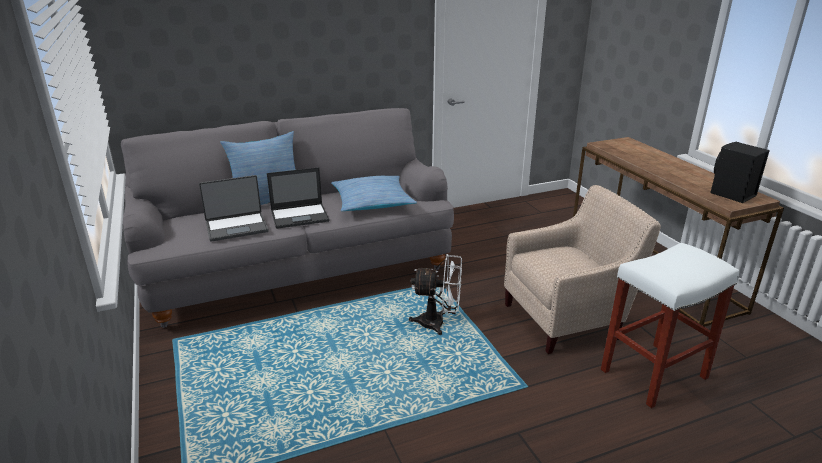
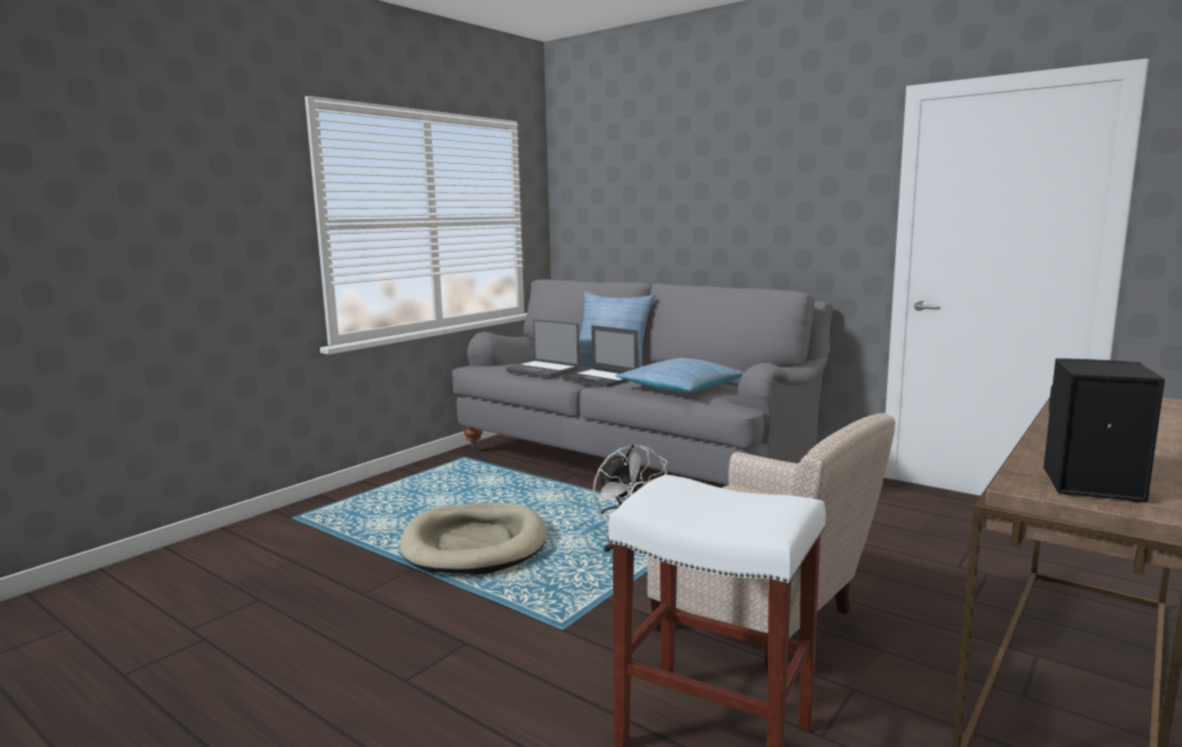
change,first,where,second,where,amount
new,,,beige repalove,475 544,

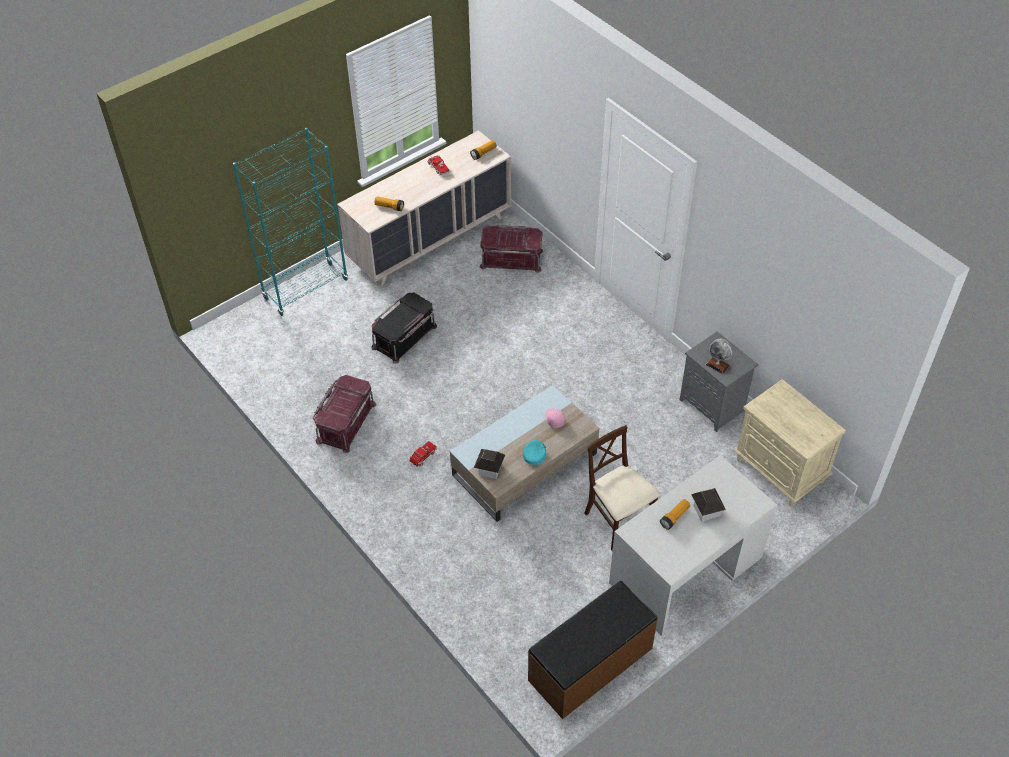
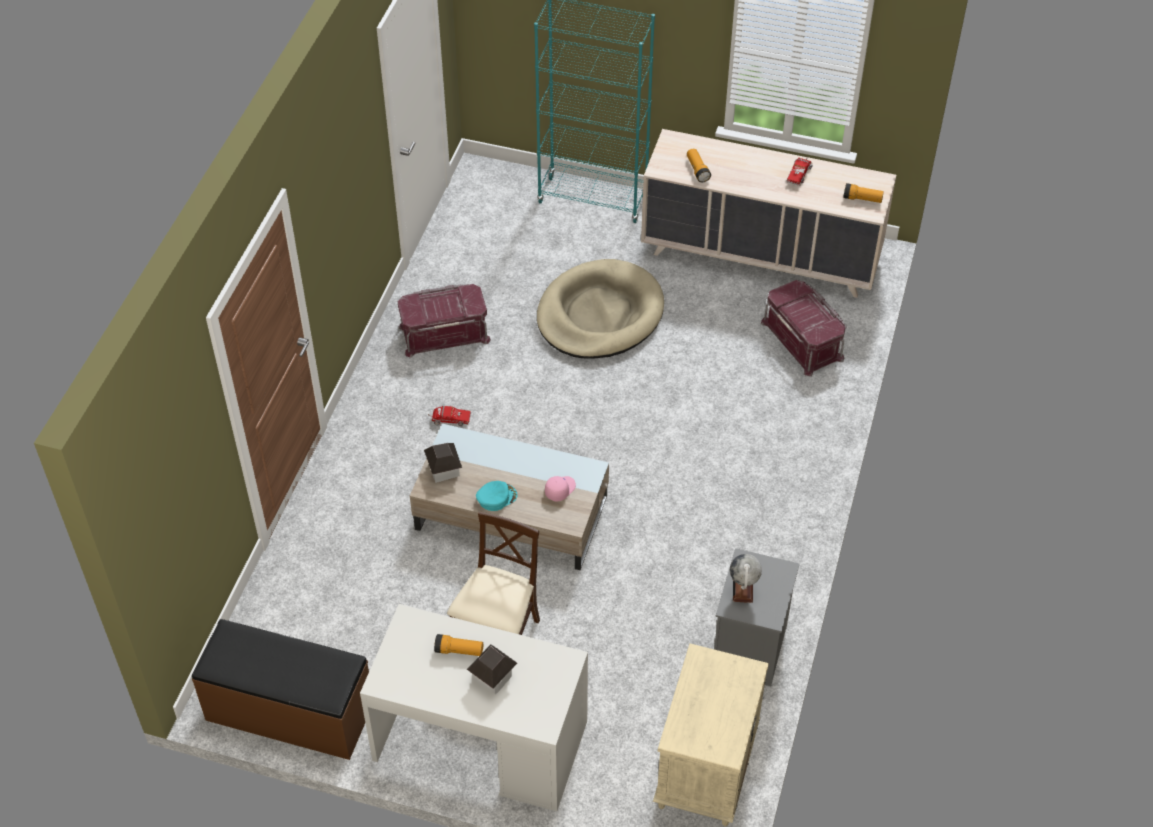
change,first,where,second,where,amount
swapped,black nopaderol,405 337,beige repalove,599 314,

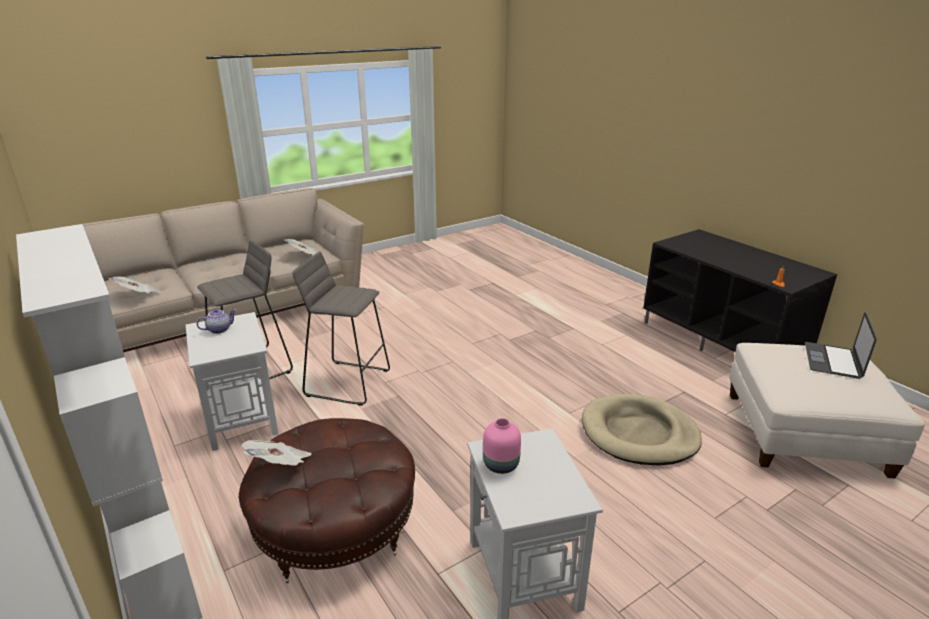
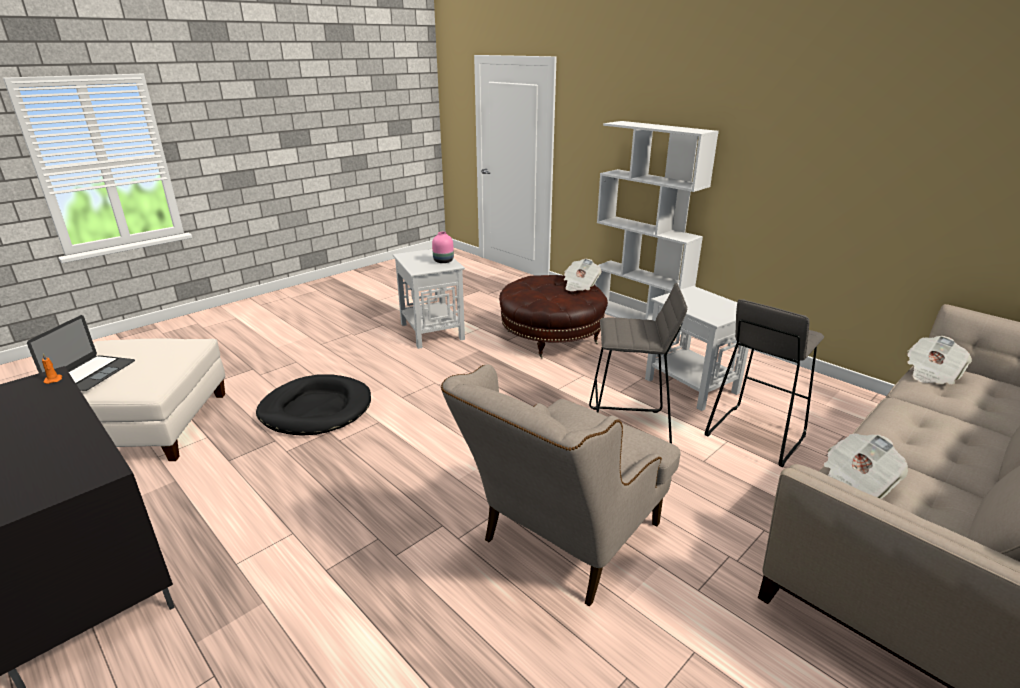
change,first,where,second,where,amount
gone,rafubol,219 329,,,
repainted,beige repalove,639 433,black repalove,316 409,
new,,,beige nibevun,562 542,

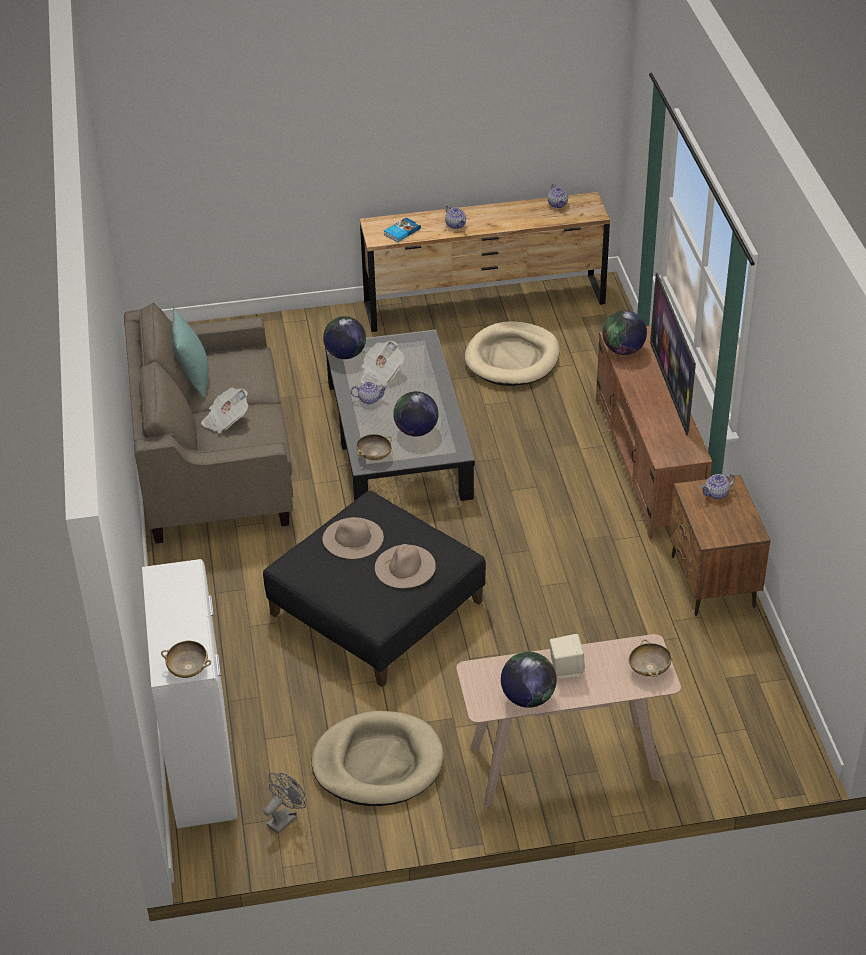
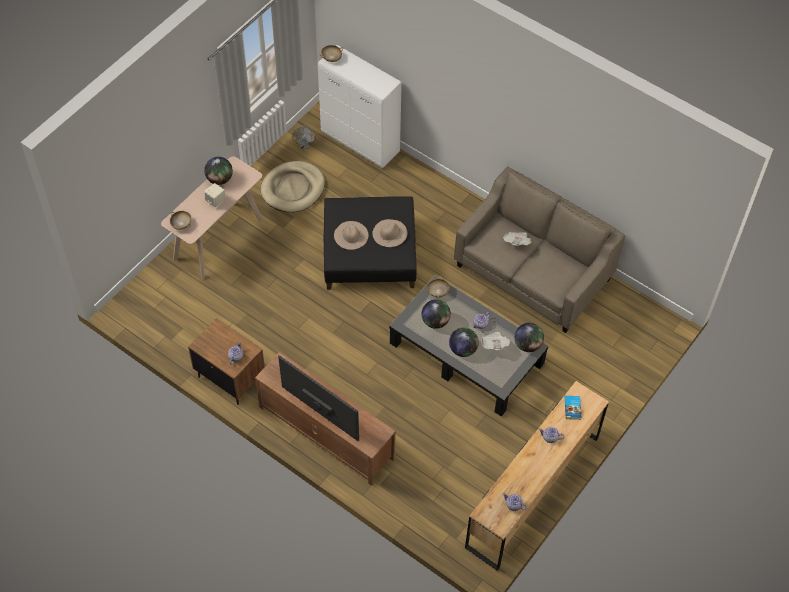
change,first,where,second,where,amount
gone,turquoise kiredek,193 377,,,
gone,beige repalove,512 358,,,
shifted,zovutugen,623 350,,463 349,

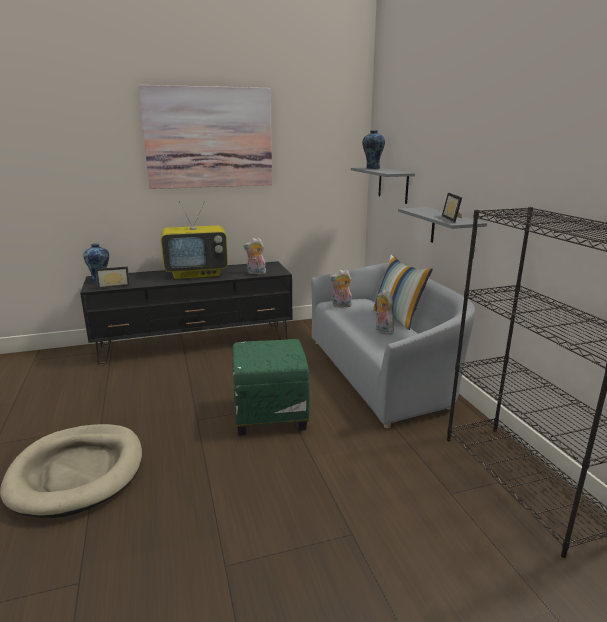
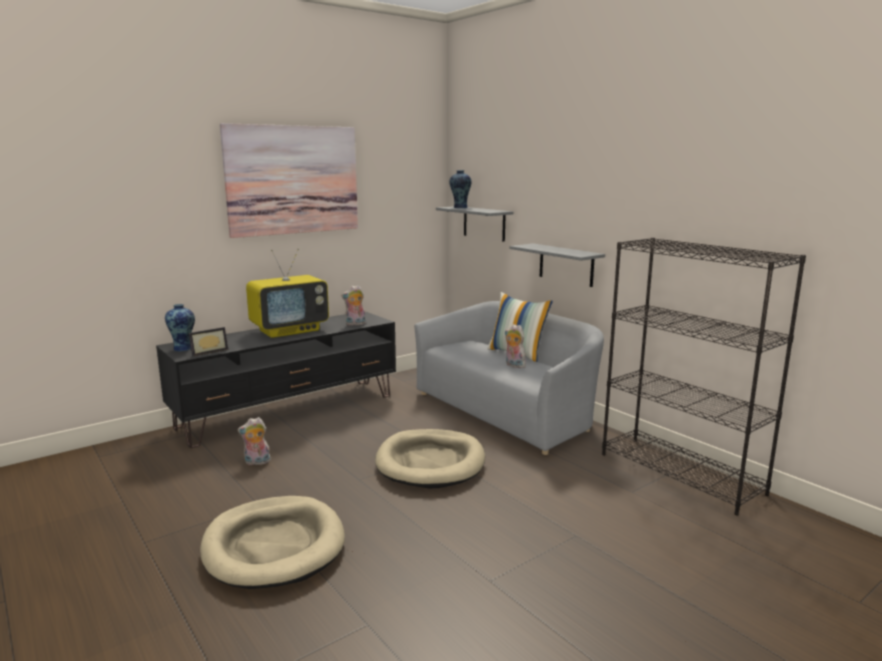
change,first,where,second,where,amount
swapped,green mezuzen,271 415,beige repalove,431 462,
shifted,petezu,341 306,,256 462,
gone,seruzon,454 219,,,

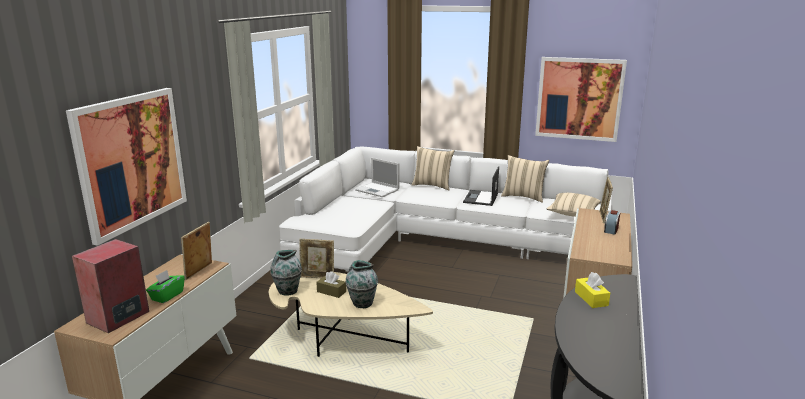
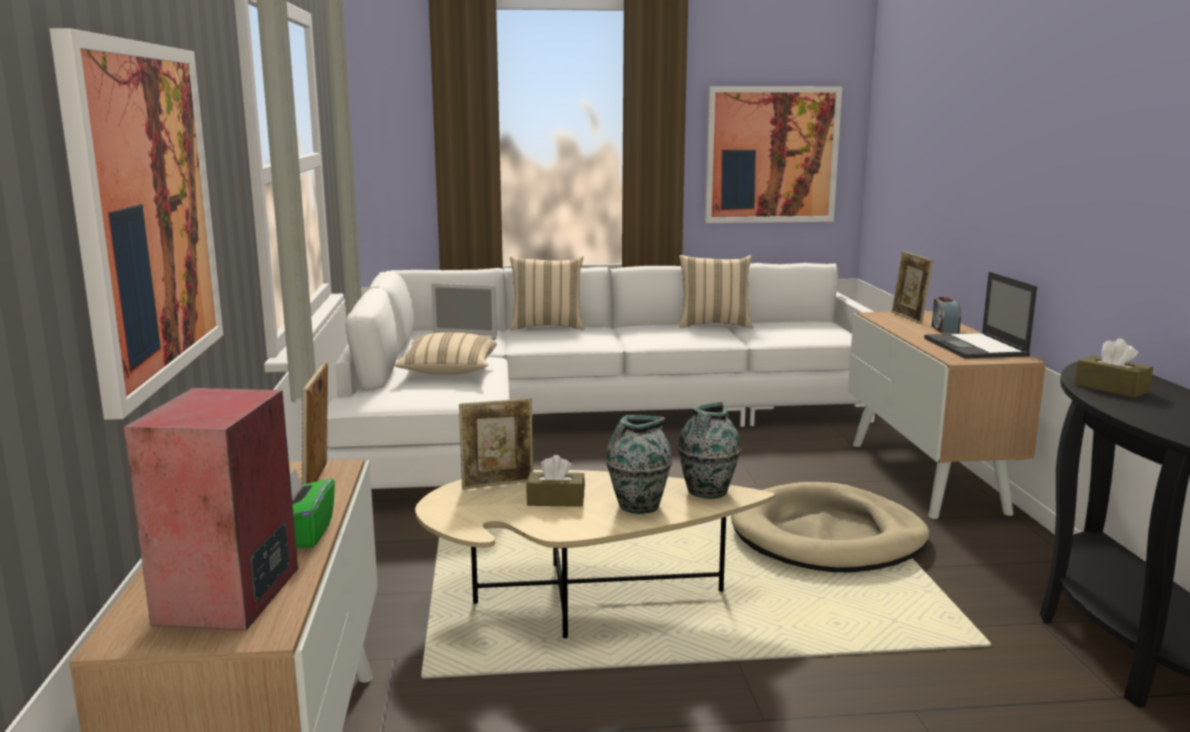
change,first,where,second,where,amount
shifted,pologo,287 291,,707 492,
shifted,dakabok,481 198,,976 347,
shifted,beige kiredek,573 214,,448 372,
repainted,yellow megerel,591 298,brown megerel,1111 388,
new,,,beige repalove,828 536,

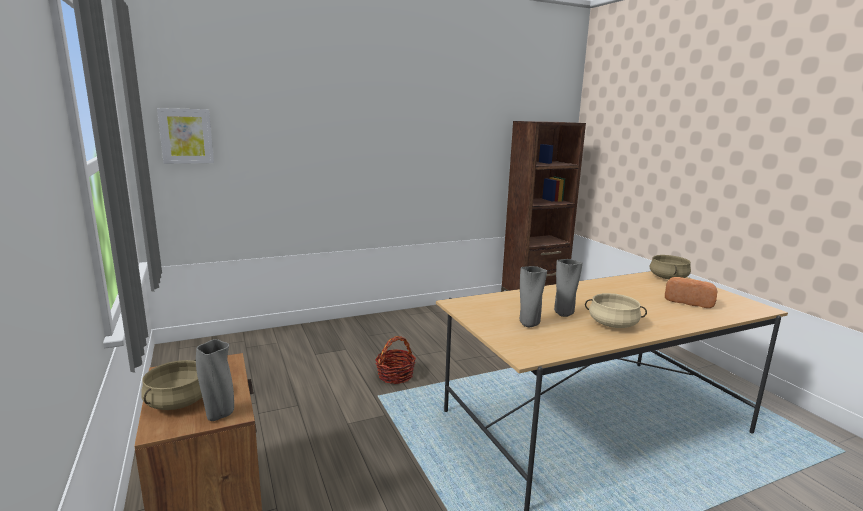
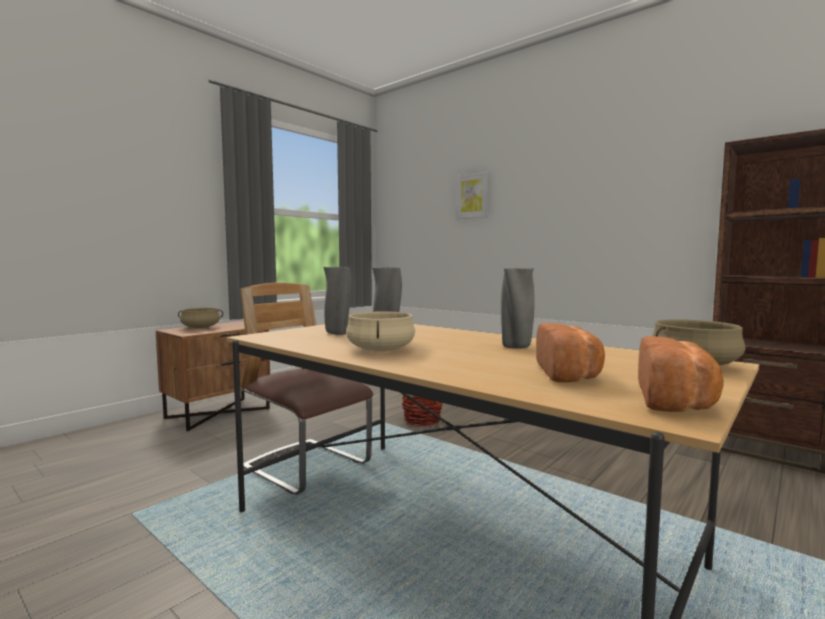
change,first,where,second,where,amount
shifted,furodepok,186 136,,472 196,
shifted,grey pologo,219 415,,516 347,
new,,,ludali,306 467,
new,,,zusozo,677 401,

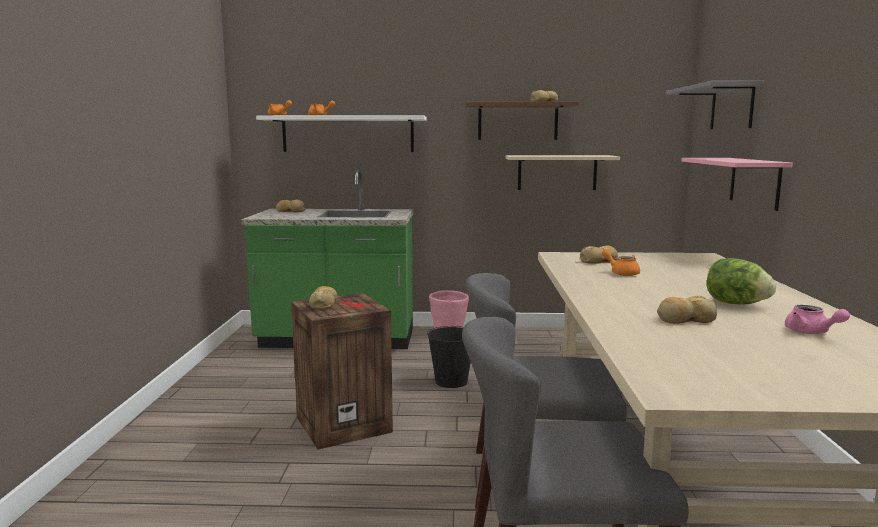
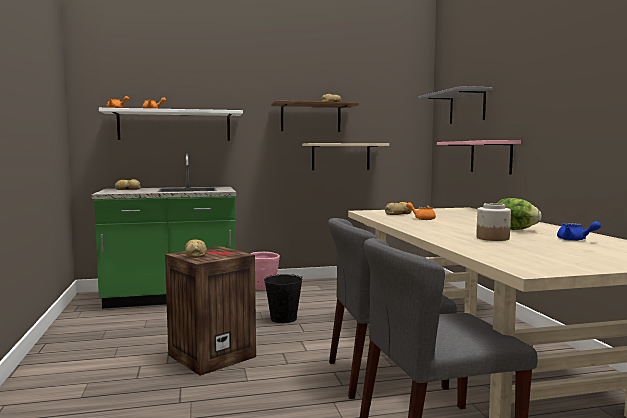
change,first,where,second,where,amount
swapped,zusozo,684 319,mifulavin,493 238,
repainted,pink rafubol,811 332,blue rafubol,575 240,

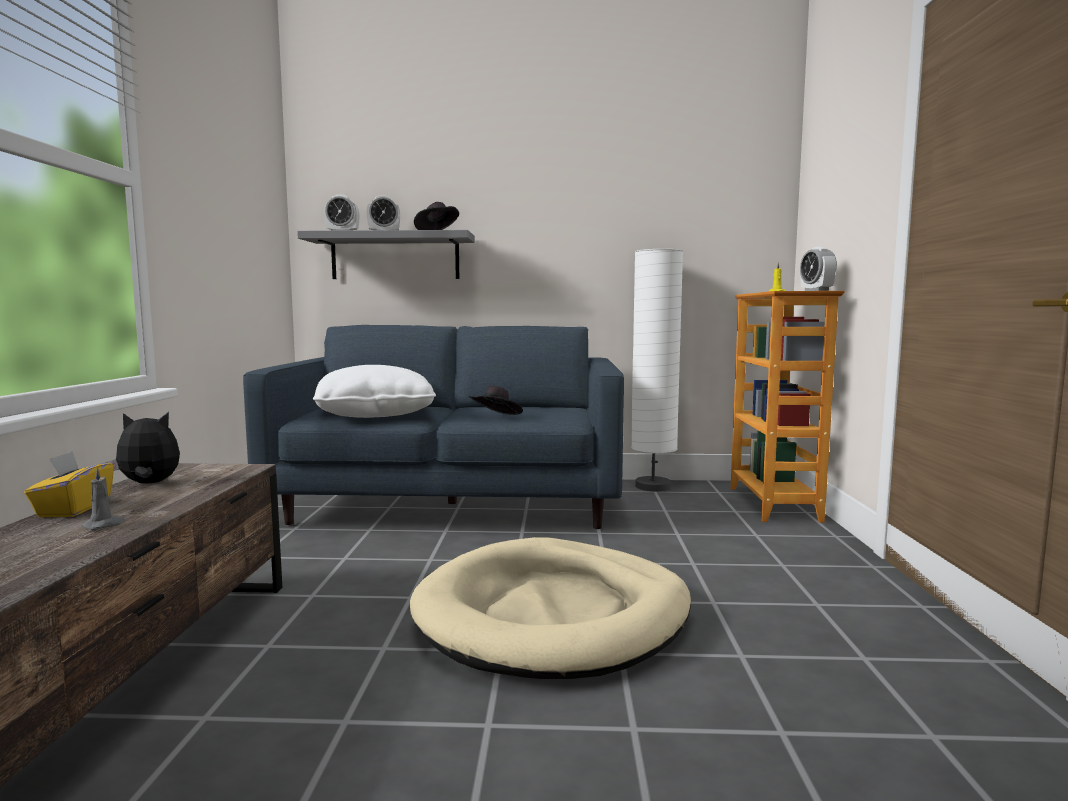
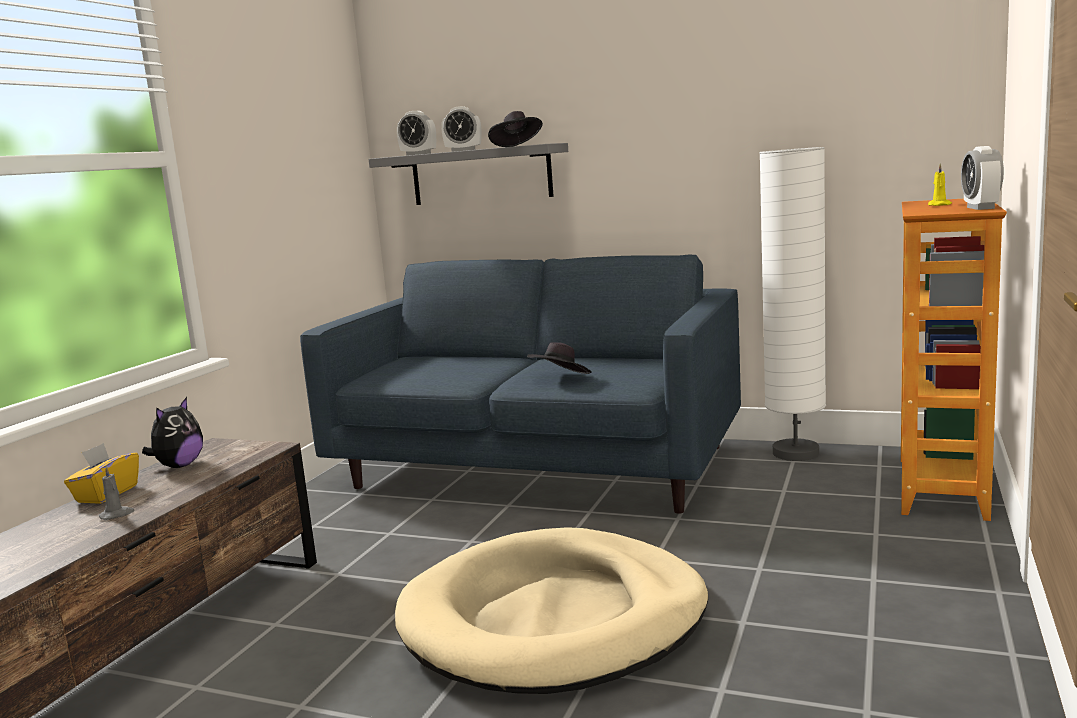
change,first,where,second,where,amount
rotated,petezu,149 484,,179 466,105 degrees clockwise
gone,white kiredek,374 415,,,

